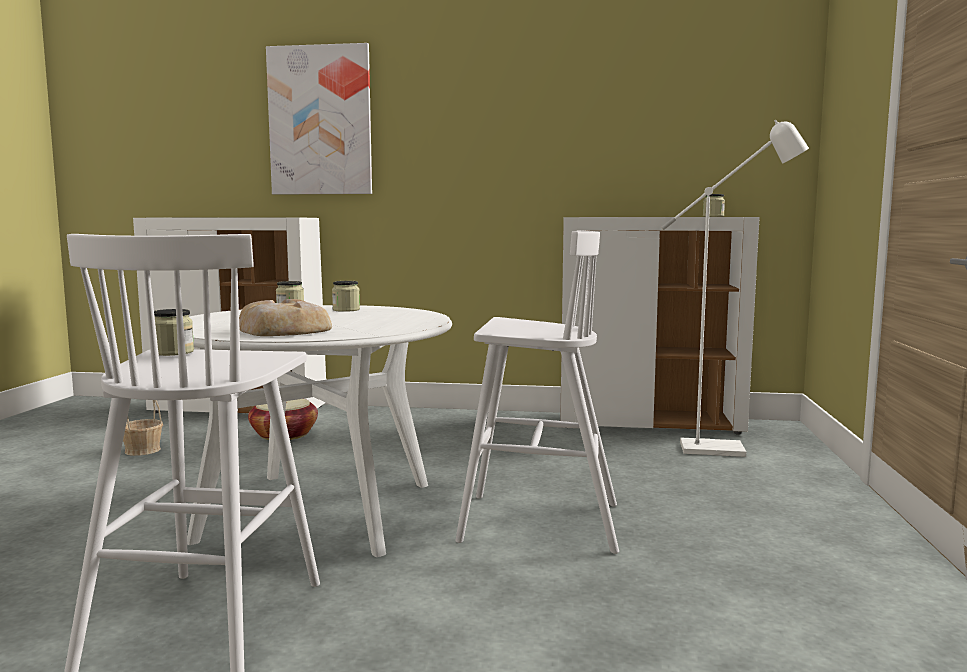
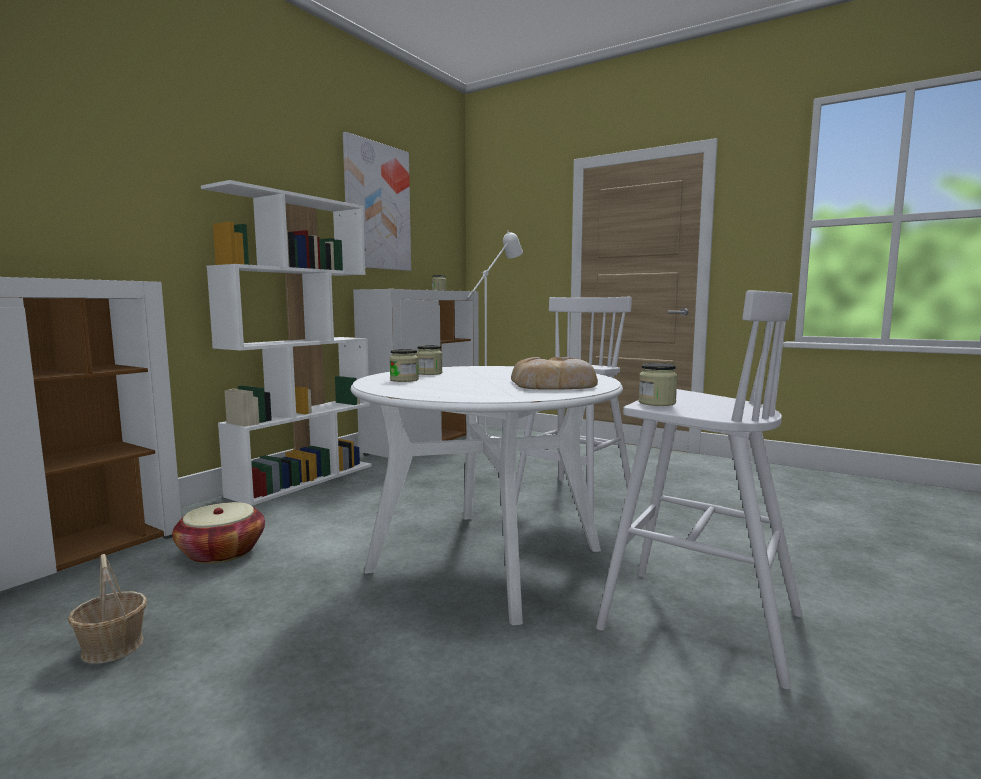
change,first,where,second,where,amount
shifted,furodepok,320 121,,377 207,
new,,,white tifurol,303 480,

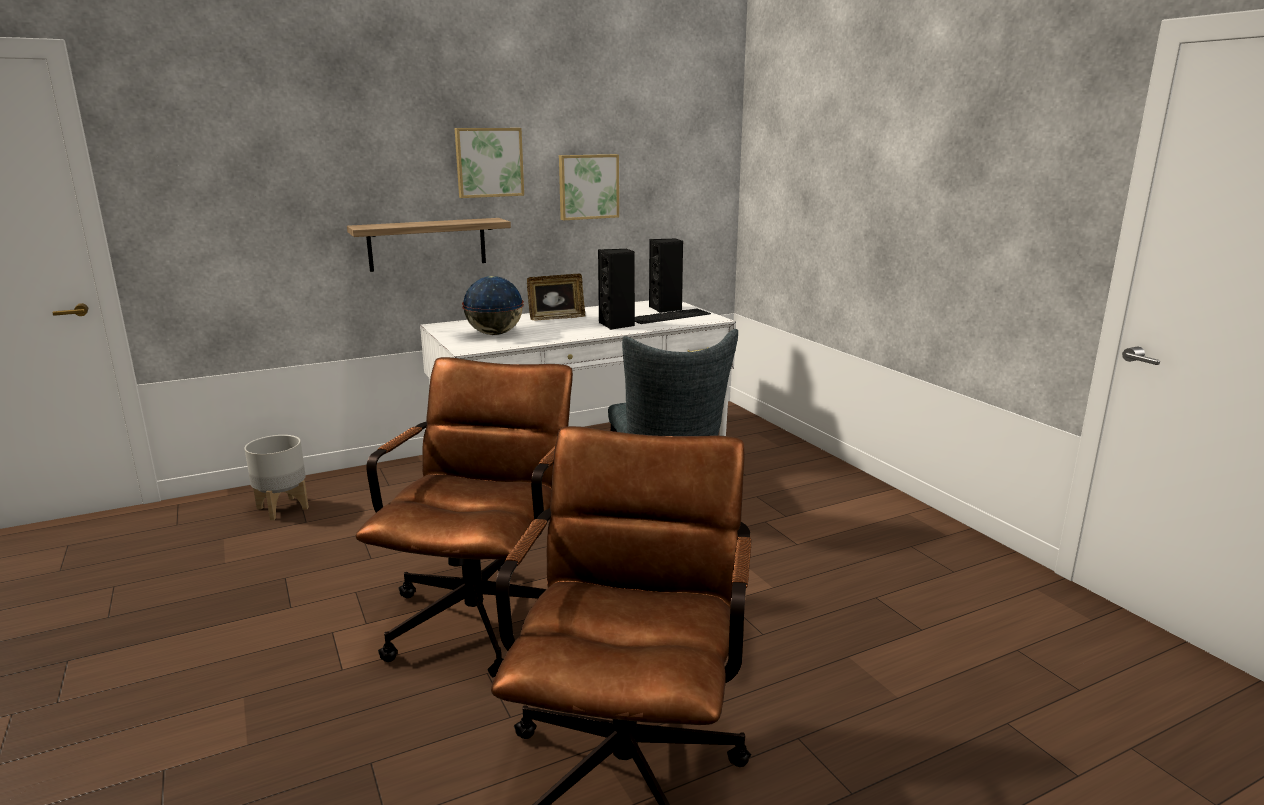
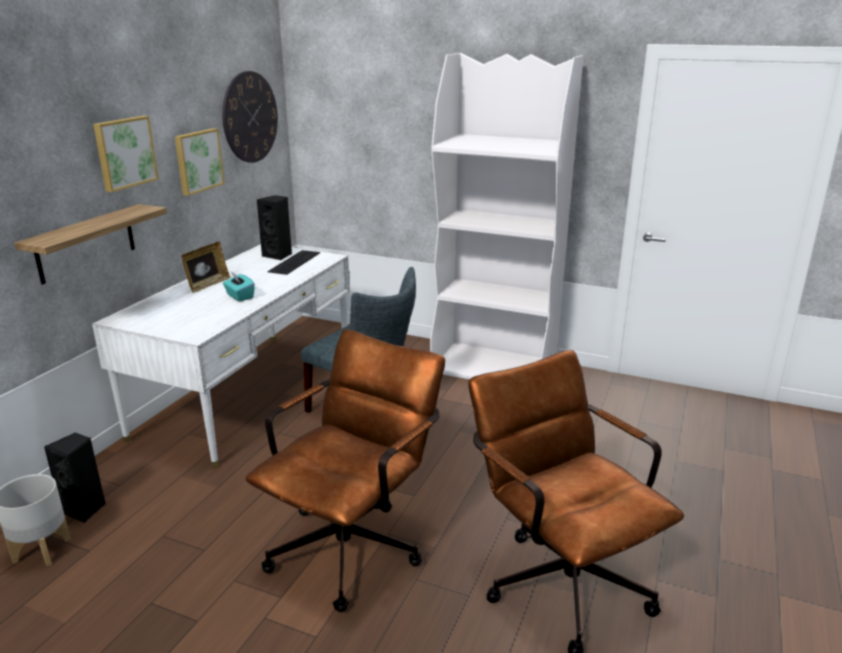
change,first,where,second,where,amount
rotated,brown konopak,483 612,,354 543,60 degrees clockwise
gone,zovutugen,495 334,,,
shifted,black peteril,617 325,,85 509,
new,,,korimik,250 117,
new,,,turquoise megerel,239 296,
new,,,white tifurol,494 368,

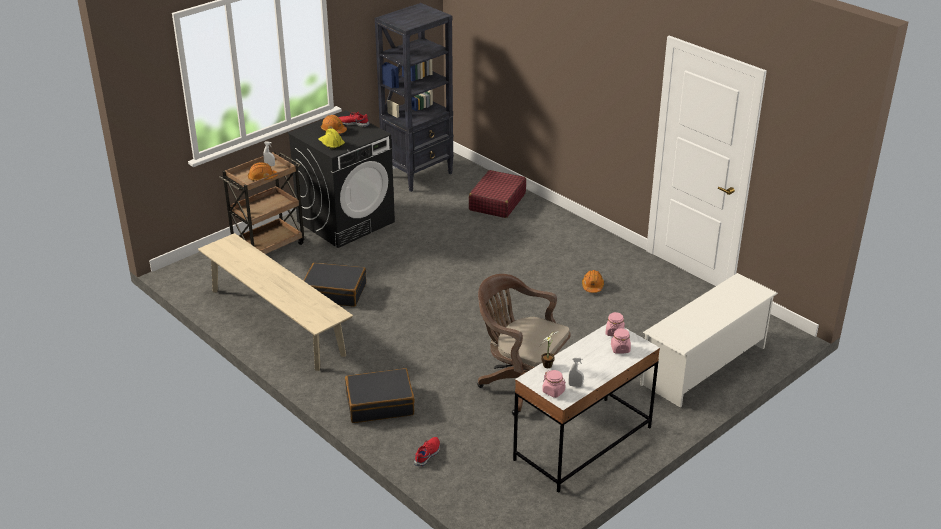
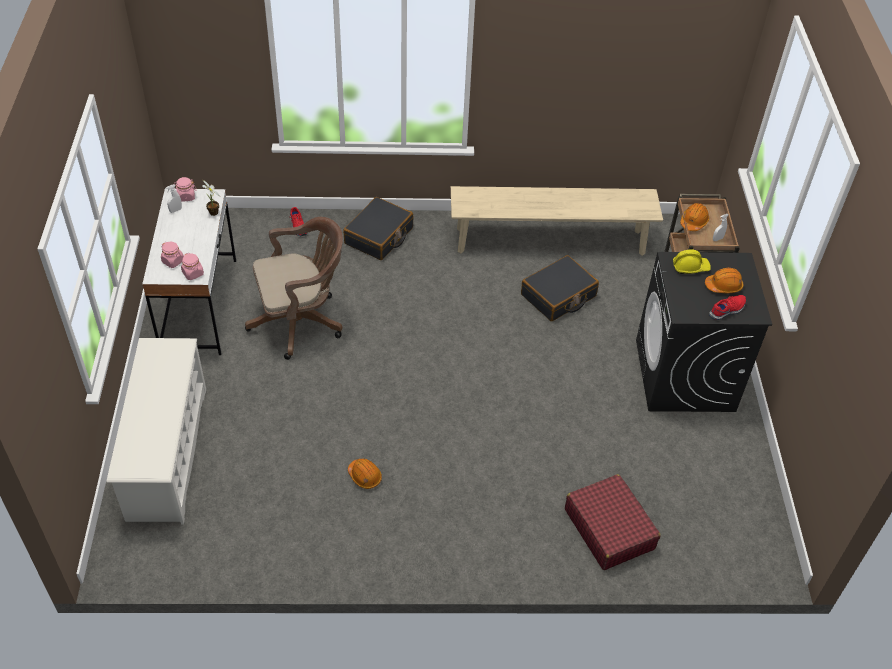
change,first,where,second,where,amount
gone,black tifurol,418 174,,,

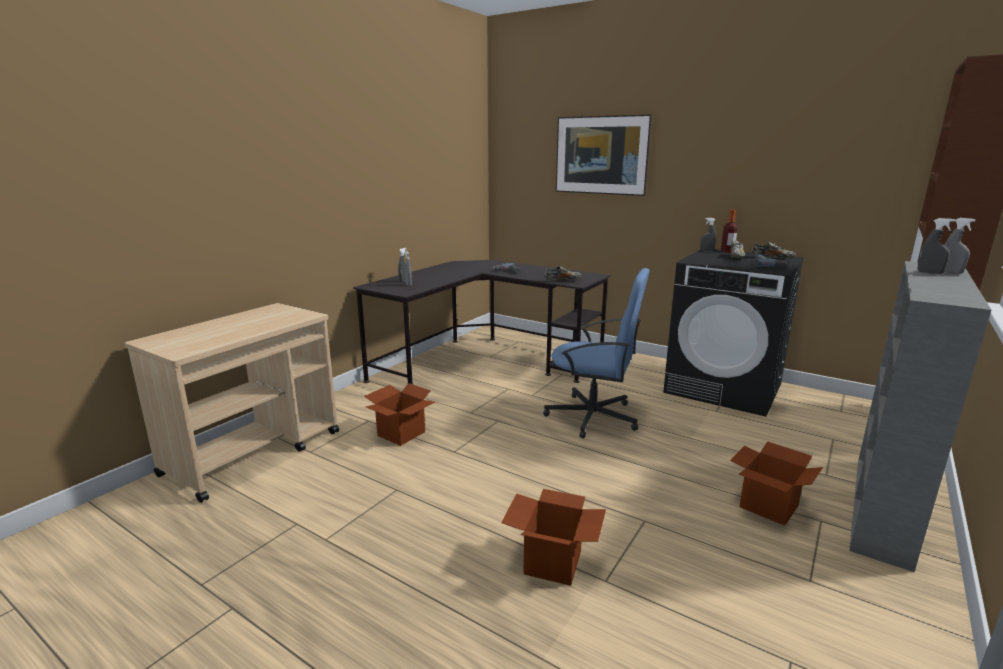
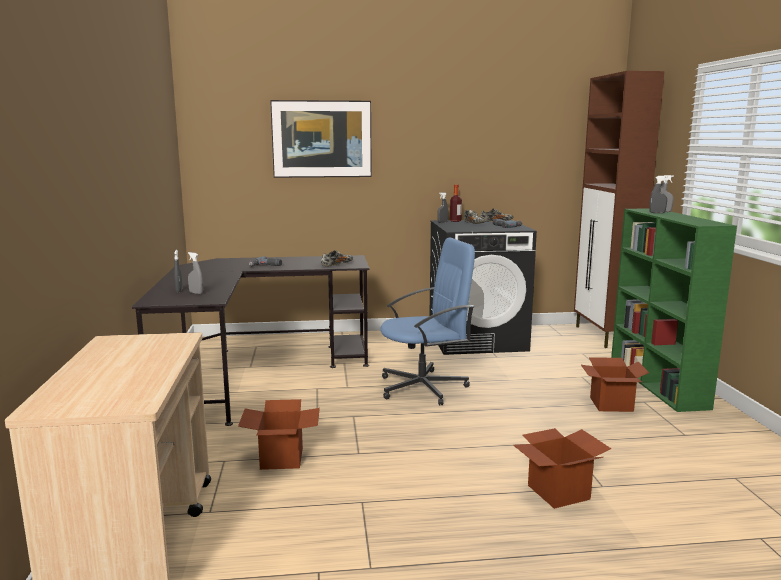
change,first,where,second,where,amount
repainted,grey tifurol,882 508,green tifurol,658 384,

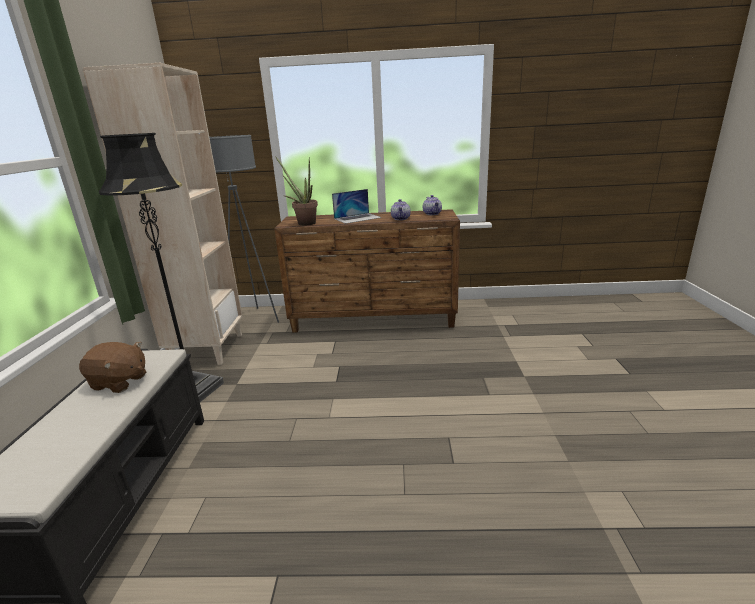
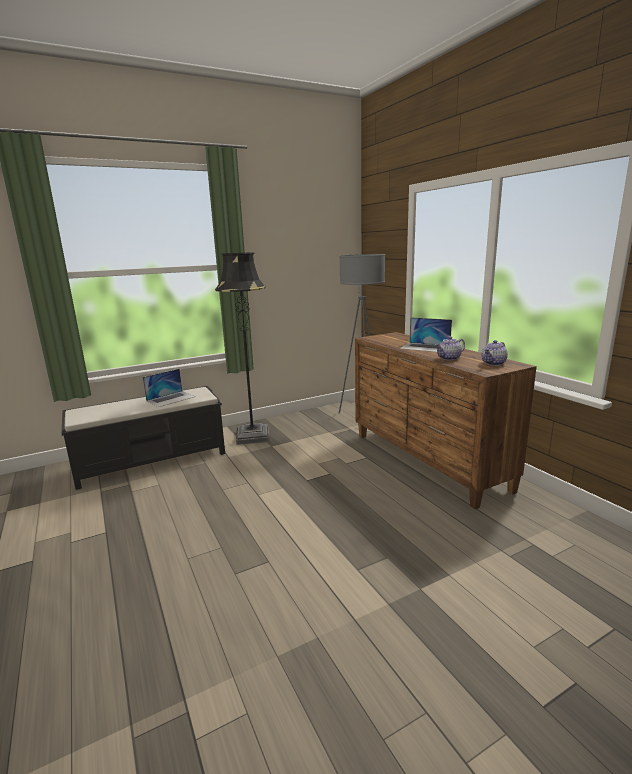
change,first,where,second,where,amount
swapped,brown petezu,119 382,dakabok,171 398,
gone,beige tifurol,207 349,,,
gone,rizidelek,303 223,,,

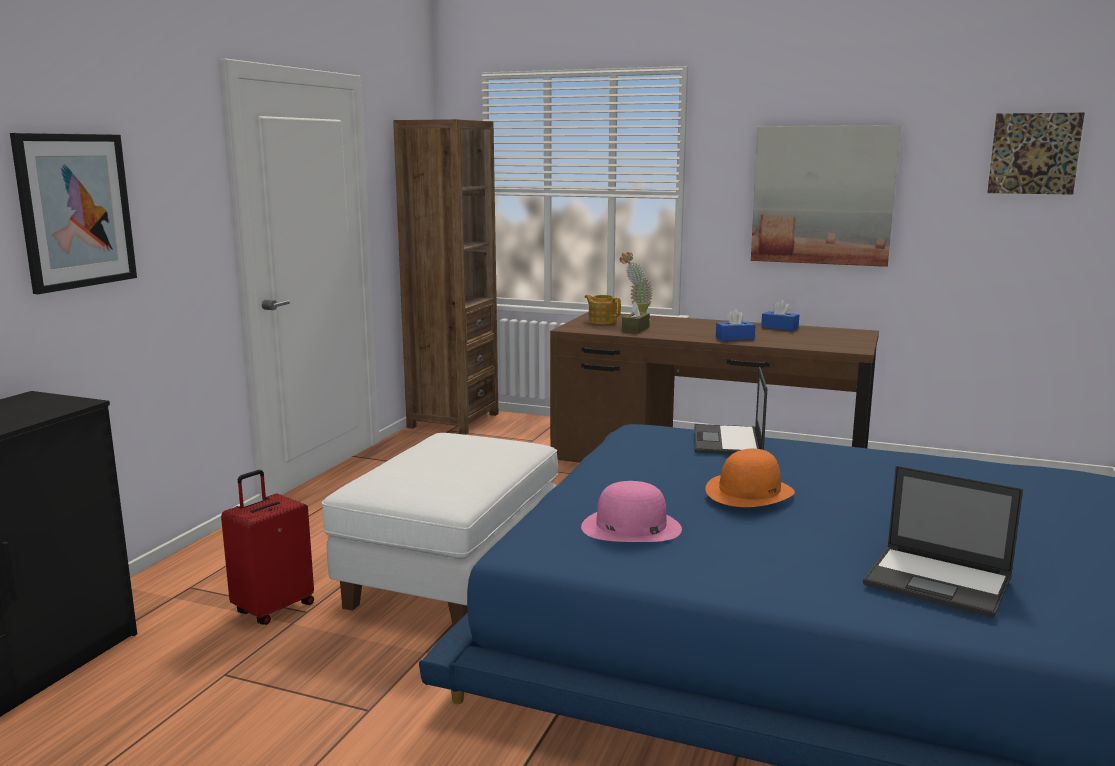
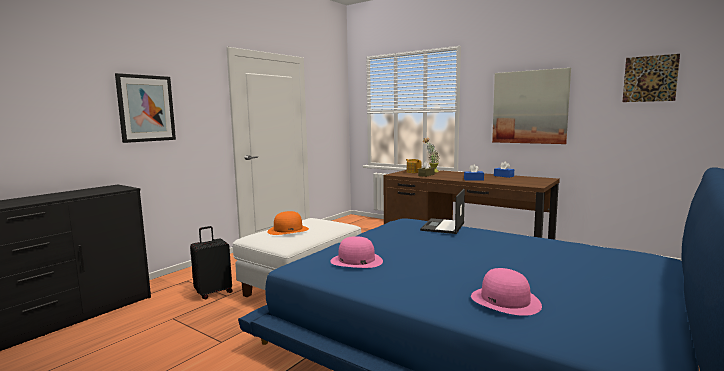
change,first,where,second,where,amount
repainted,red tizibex,273 608,black tizibex,213 293,
gone,brown tifurol,453 420,,,
shifted,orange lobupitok,749 491,,288 230,
swapped,dakabok,939 582,pink lobupitok,505 300,

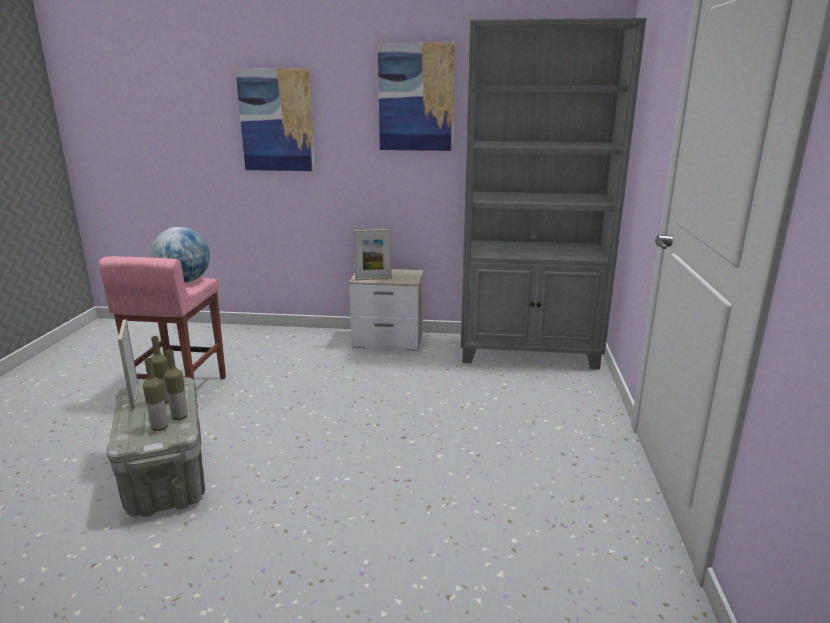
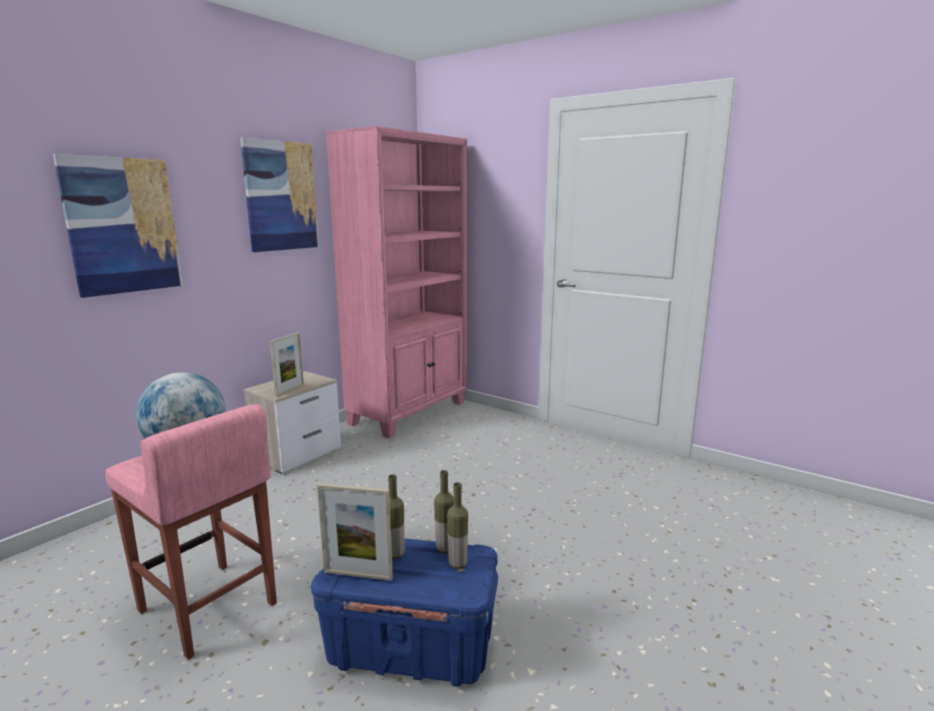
change,first,where,second,where,amount
repainted,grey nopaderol,167 478,blue nopaderol,411 648,
repainted,grey tifurol,529 353,pink tifurol,410 412,

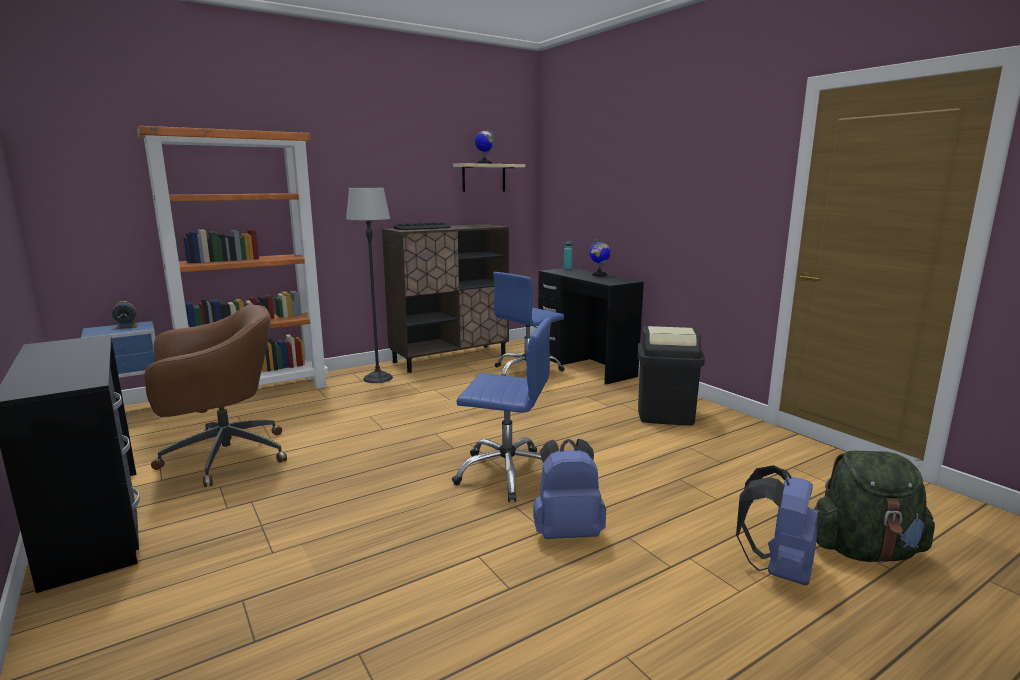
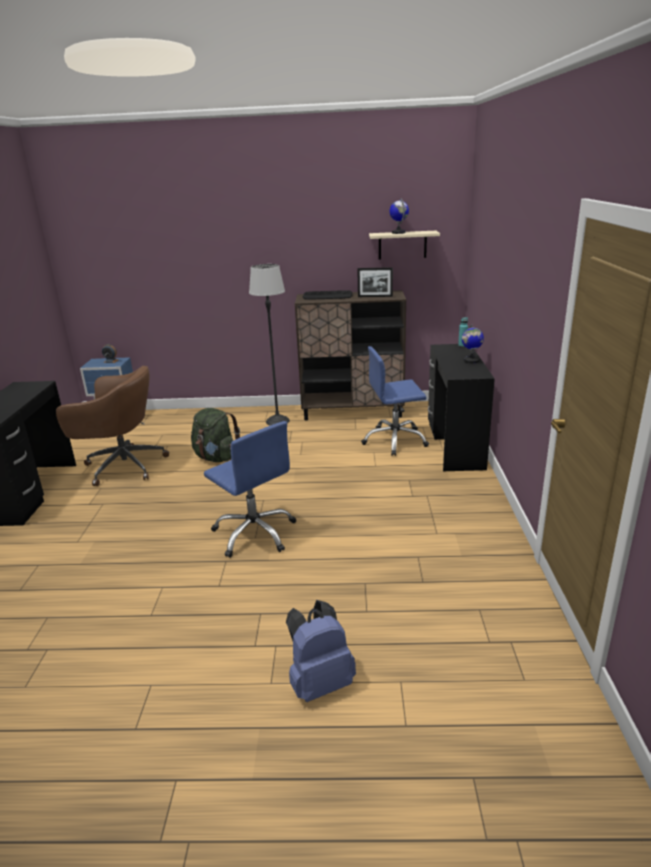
change,first,where,second,where,amount
gone,orange tifurol,258 392,,,
gone,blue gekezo,567 532,,,
gone,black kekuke,665 415,,,
shifted,green gekezo,864 551,,216 458,
new,,,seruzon,375 296,

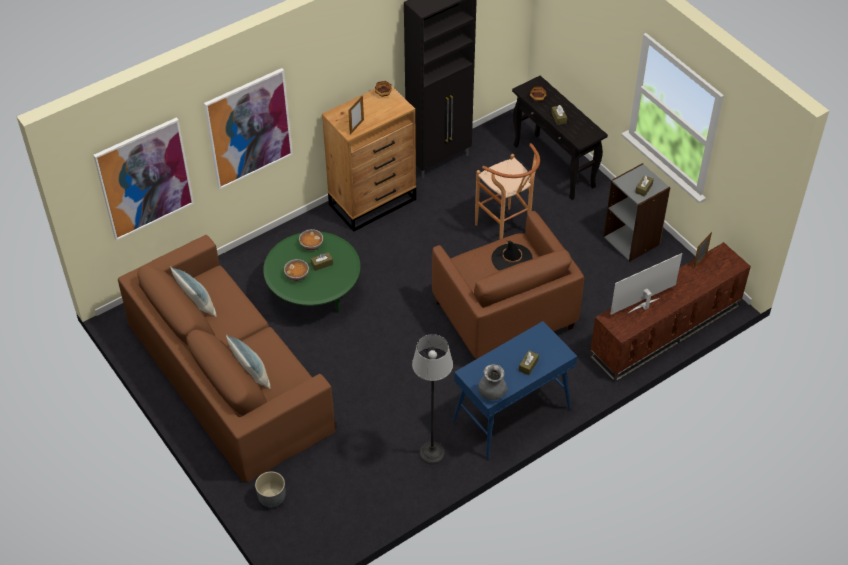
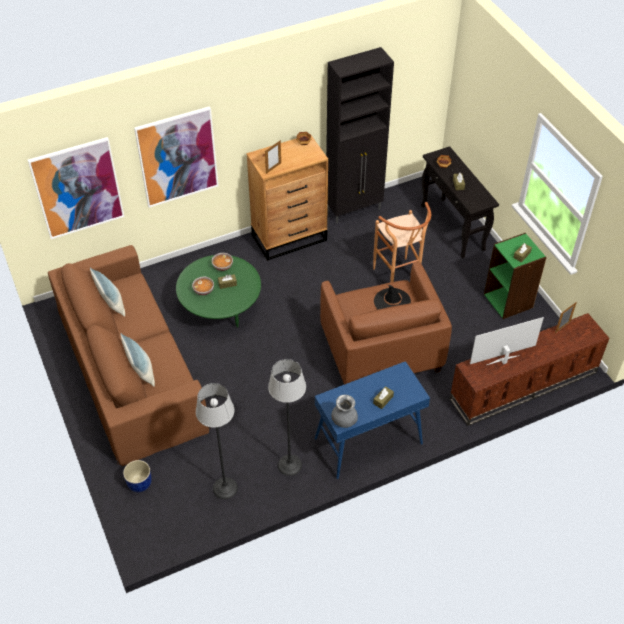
change,first,where,second,where,amount
repainted,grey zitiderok,271 497,blue zitiderok,139 483,
repainted,grey tifurol,632 240,green tifurol,508 300,
new,,,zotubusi,225 488,

